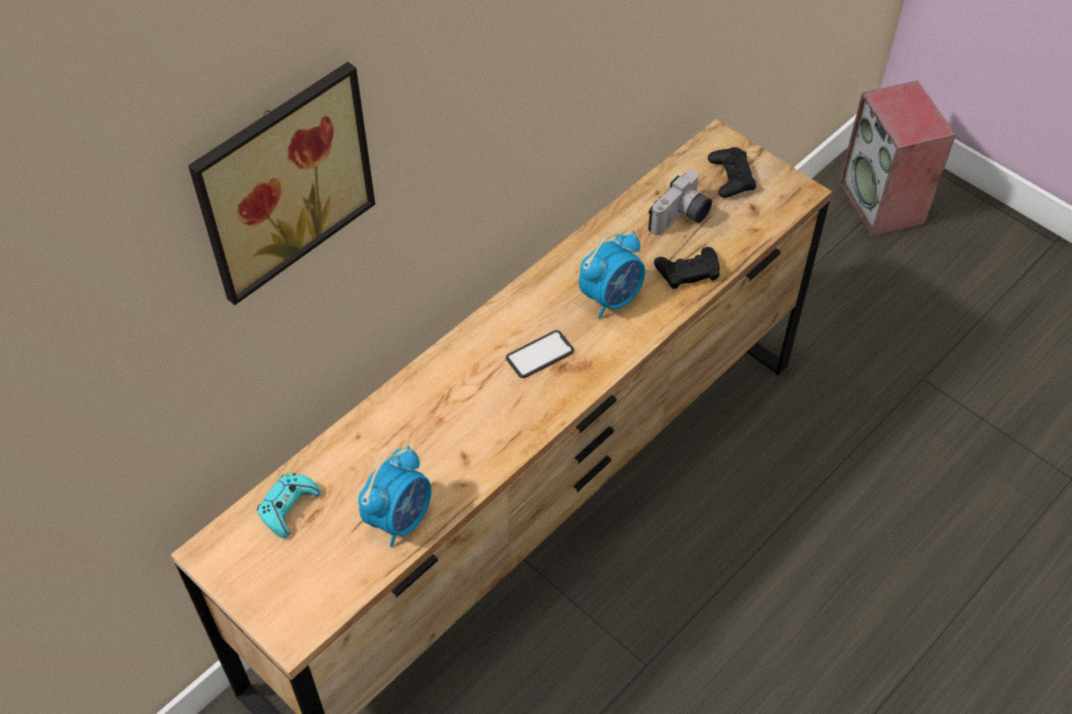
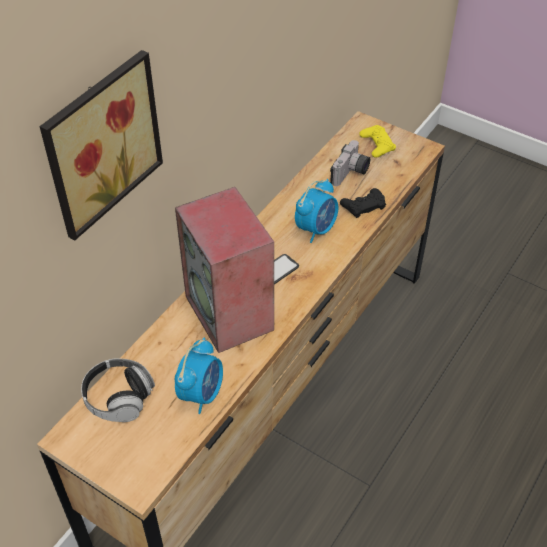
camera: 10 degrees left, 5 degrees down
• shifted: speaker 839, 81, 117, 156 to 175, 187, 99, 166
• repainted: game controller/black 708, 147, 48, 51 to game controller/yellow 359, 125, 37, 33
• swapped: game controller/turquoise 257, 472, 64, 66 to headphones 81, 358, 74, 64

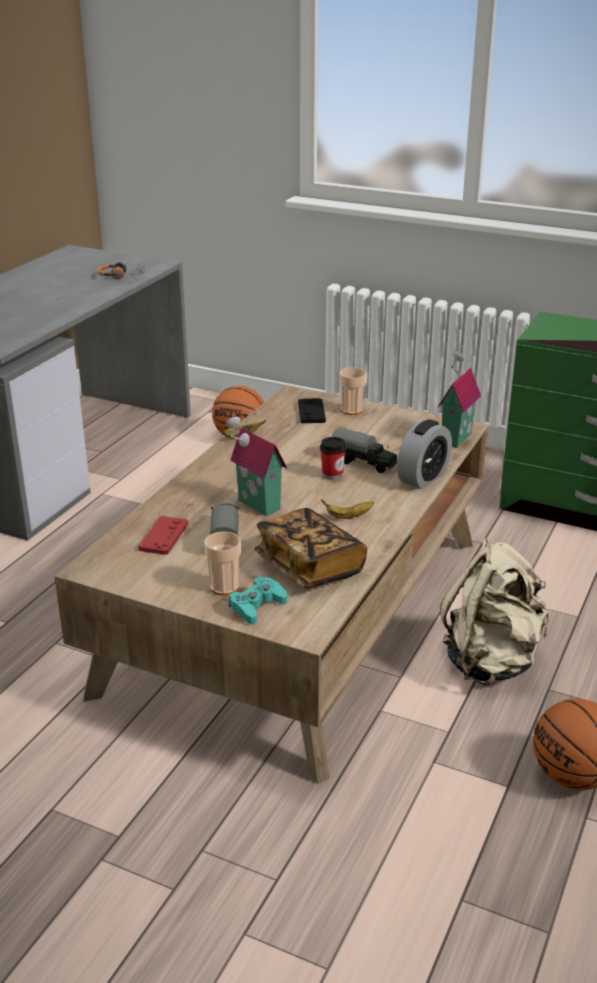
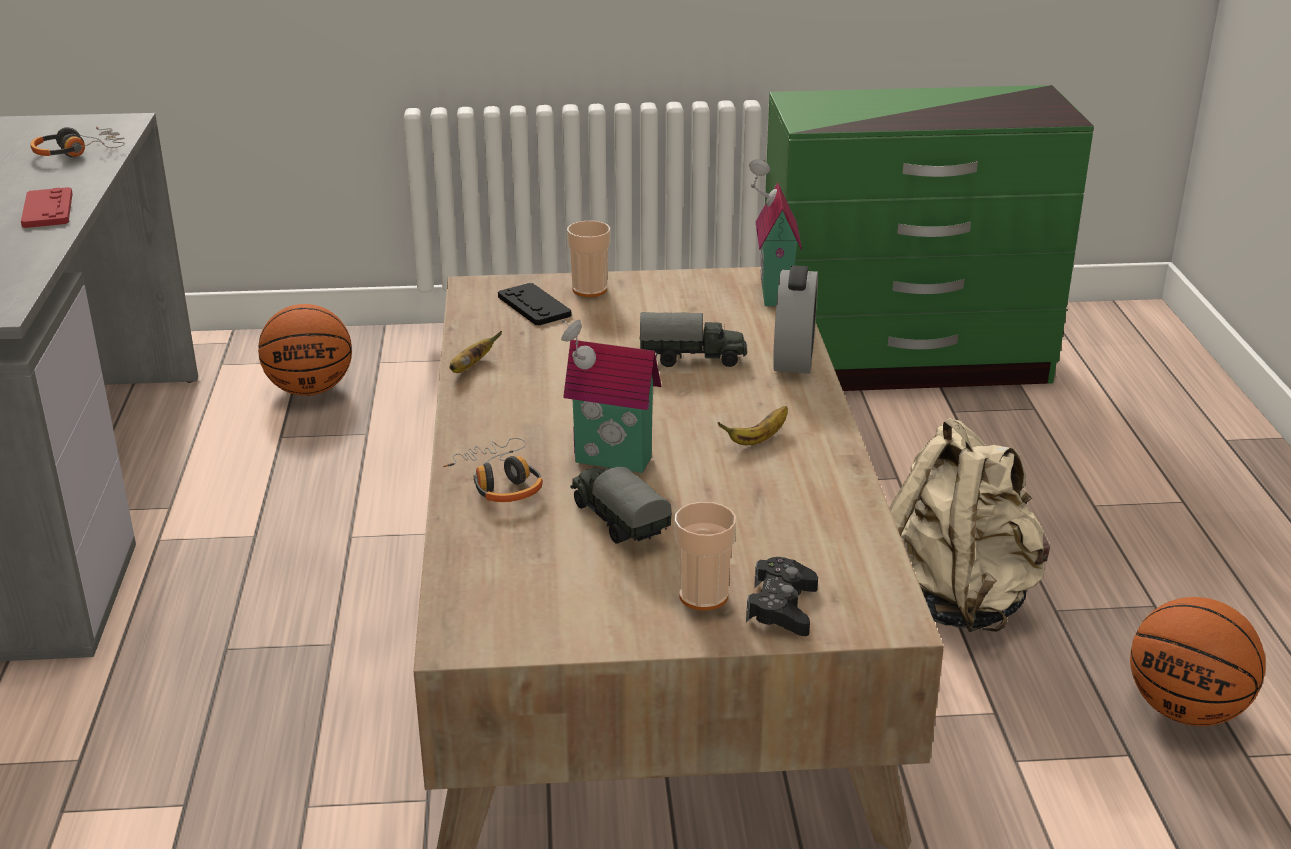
camera: 30 degrees left, 0 degrees up
• gone: cup 320, 437, 26, 43
• gone: book 255, 508, 112, 81
• shifted: game controller/red 138, 516, 50, 39 to 21, 187, 52, 41
• repainted: game controller/turquoise 229, 577, 58, 48 to game controller/black 746, 557, 72, 79
• new: headphones 443, 438, 100, 64

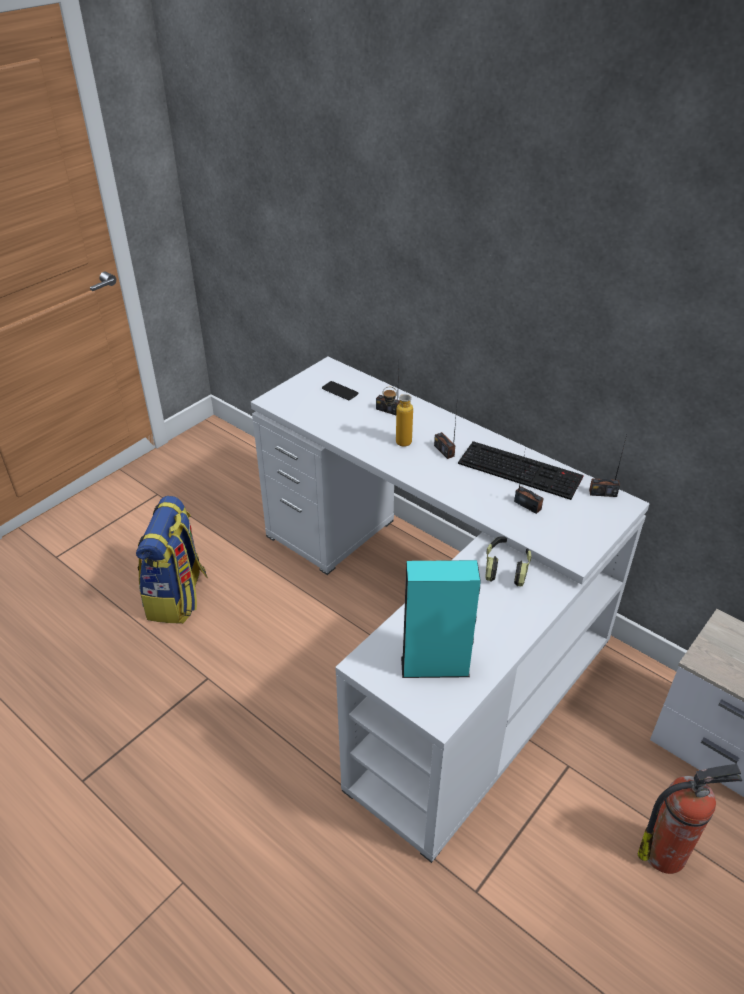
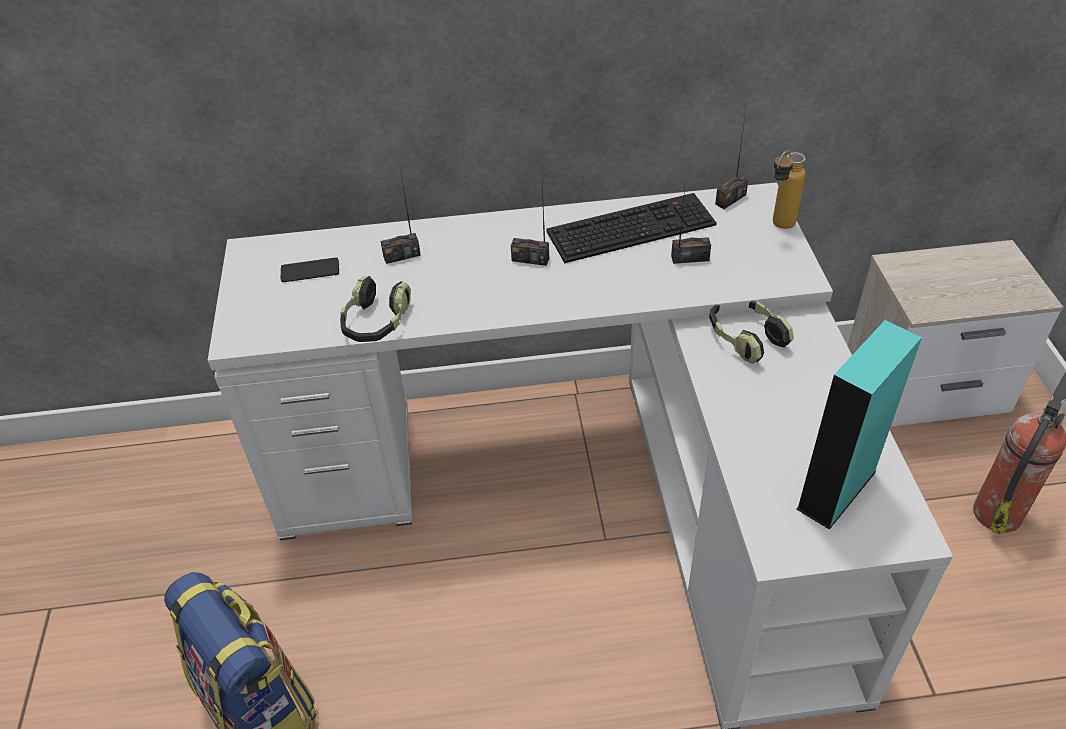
camera: 45 degrees left, 5 degrees up
• shifted: bottle 382, 387, 31, 60 to 773, 150, 33, 79
• new: headphones 340, 276, 71, 66

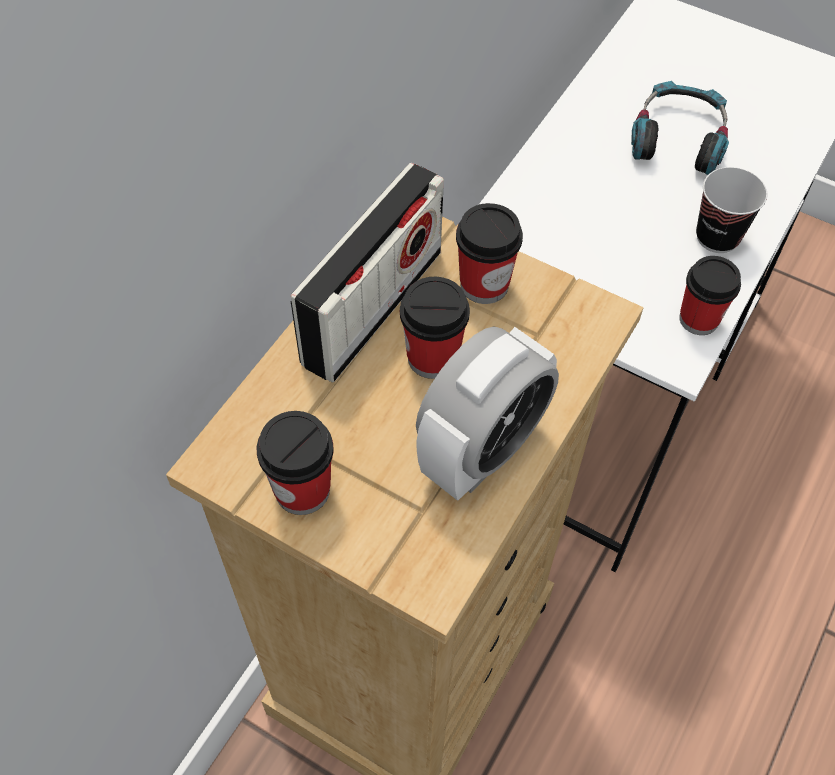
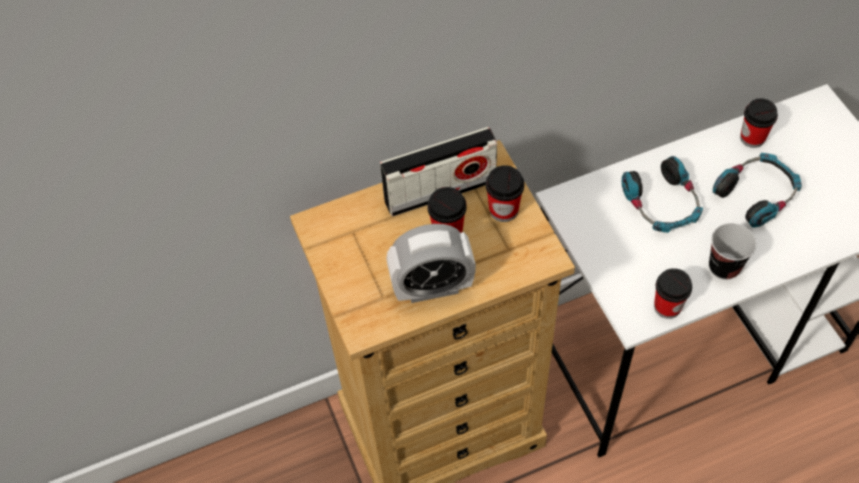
camera: 40 degrees right, 0 degrees up
• shifted: cup 257, 411, 77, 104 to 740, 98, 38, 50
• new: headphones 622, 156, 81, 77

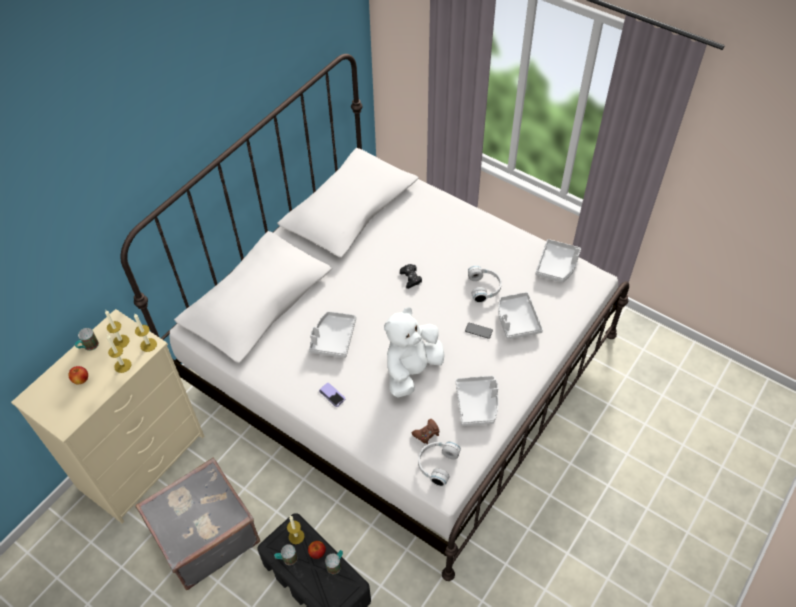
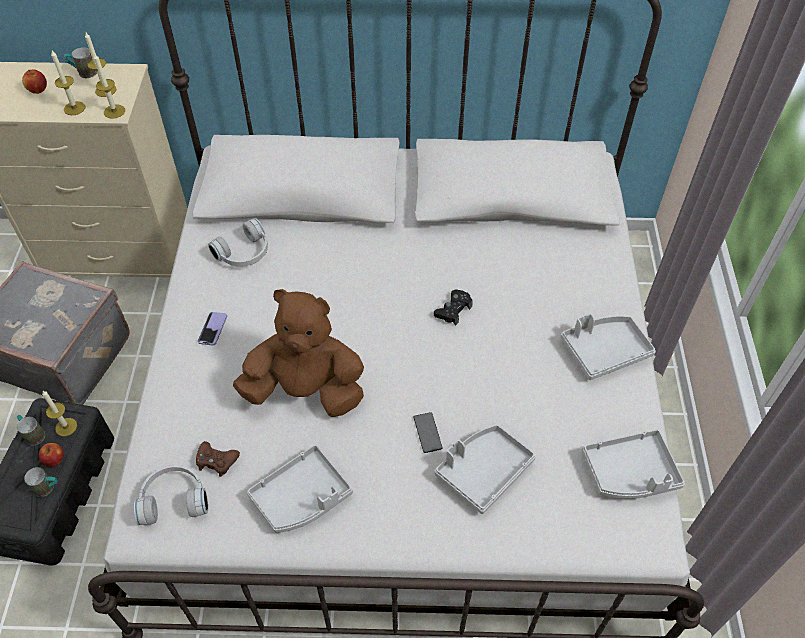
camera: 55 degrees right, 0 degrees up
• shifted: headphones/white 468, 265, 34, 38 to 208, 218, 60, 49
• repainted: plush toy/white 384, 307, 61, 91 to plush toy/brown 233, 289, 131, 128
• shifted: tray/grey 309, 311, 47, 47 to 561, 313, 95, 67

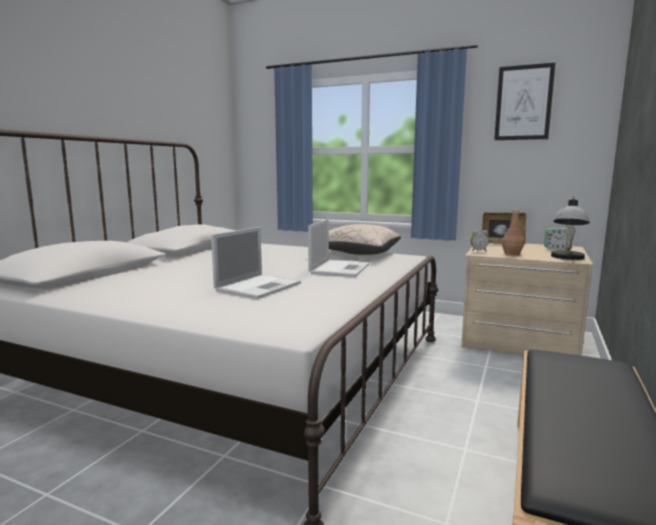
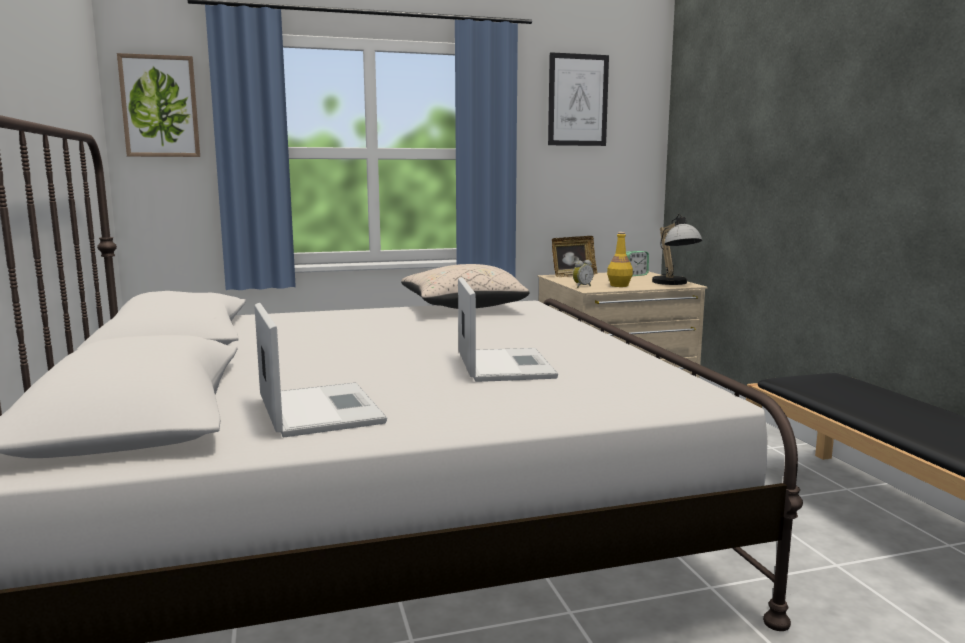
camera: 40 degrees left, 0 degrees up
• repainted: bottle/brown 502, 210, 22, 45 to bottle/yellow 607, 232, 26, 55
• shifted: laptop 308, 219, 61, 58 to 254, 303, 133, 134
• new: picture 117, 53, 83, 104

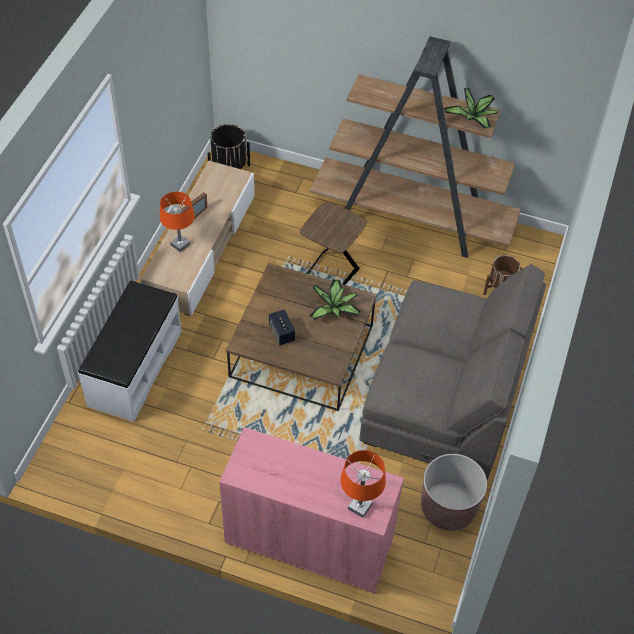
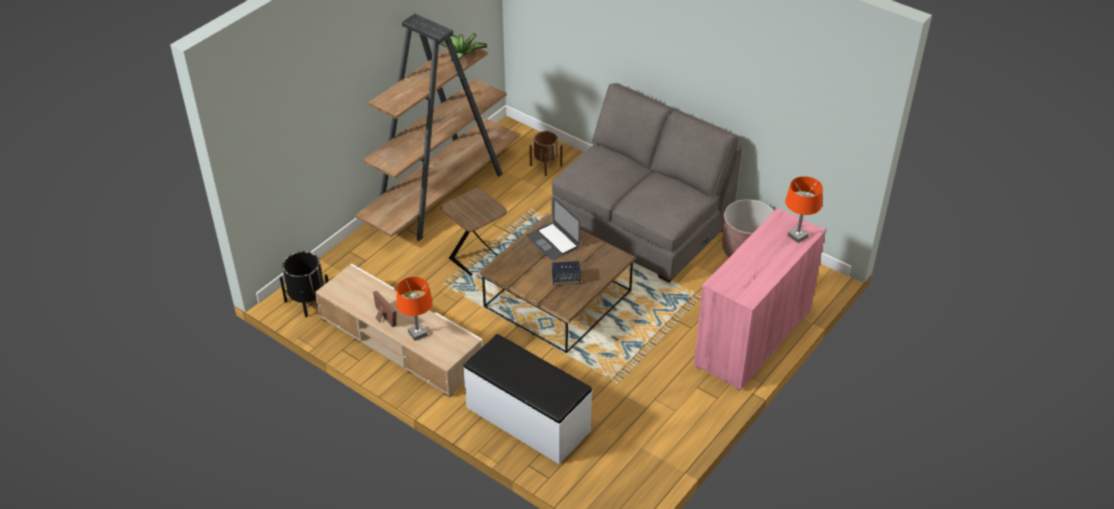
camera: 70 degrees left, 10 degrees down
• swapped: potted plant 309, 280, 52, 40 to laptop 526, 197, 54, 63

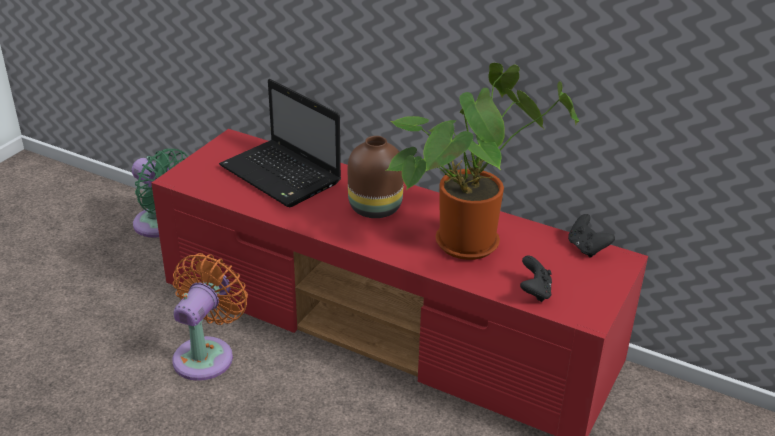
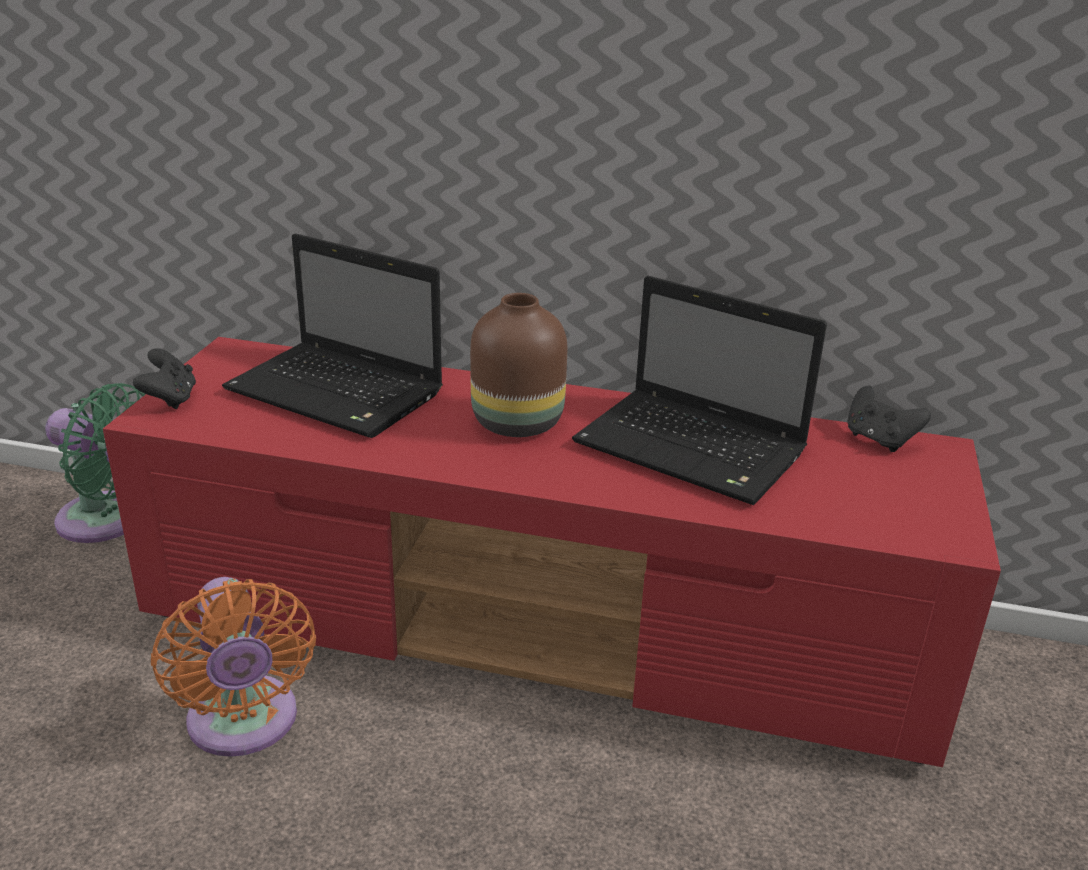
camera: 15 degrees left, 5 degrees down
• swapped: potted plant 385, 63, 194, 197 to laptop 572, 276, 255, 229
• rotated: fan/orange 172, 253, 76, 128 = 151, 577, 165, 180 150 degrees clockwise
• shifted: game controller/black 520, 255, 32, 47 to 133, 348, 63, 61

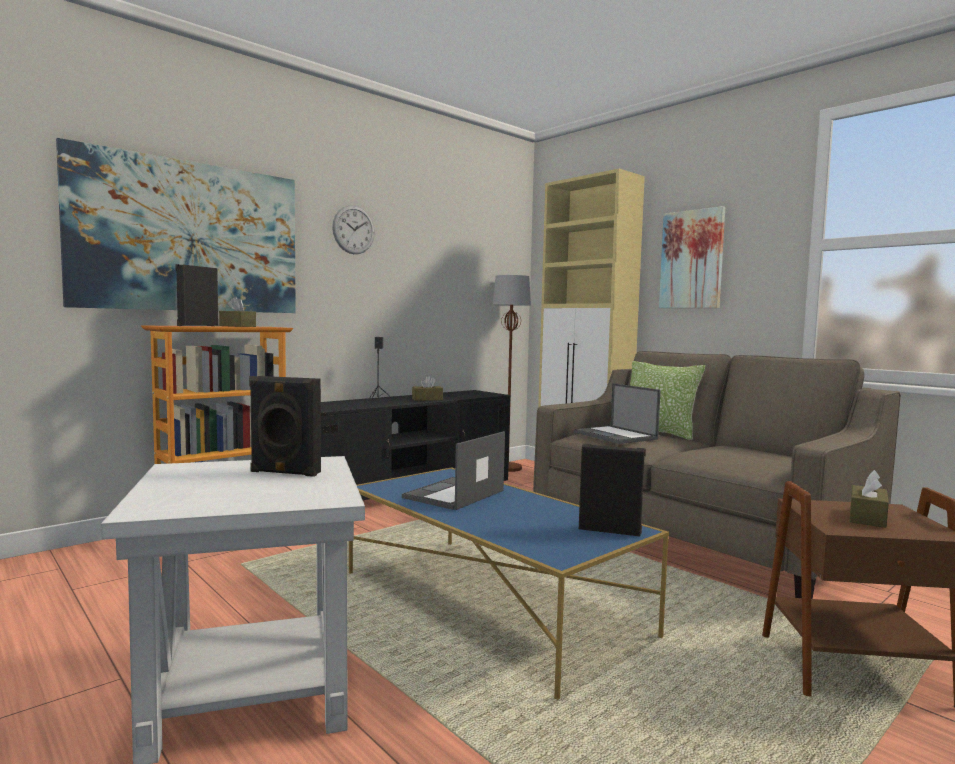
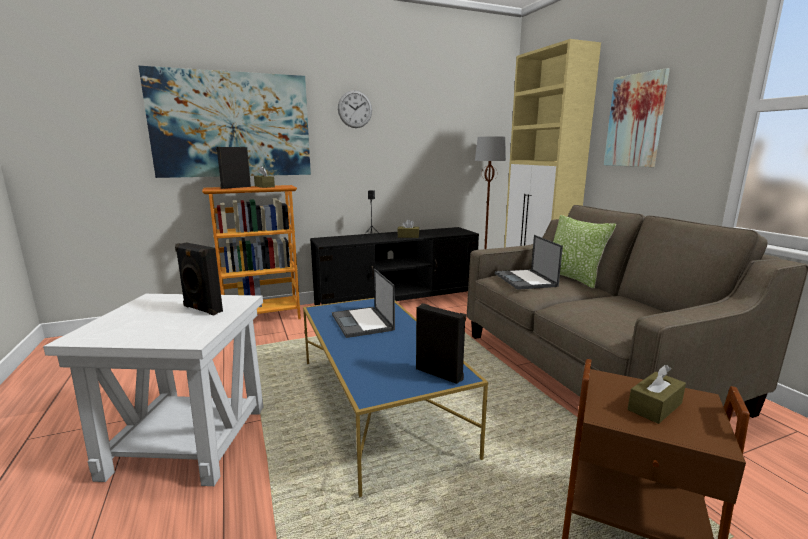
camera: 20 degrees right, 10 degrees up
• rotated: laptop 402, 431, 103, 79 = 332, 269, 63, 69 75 degrees counterclockwise

